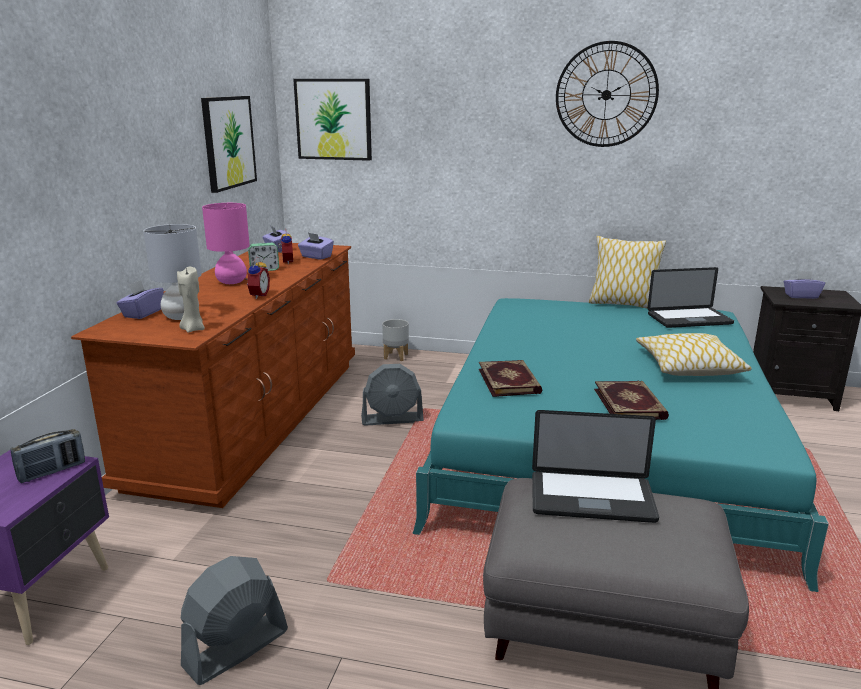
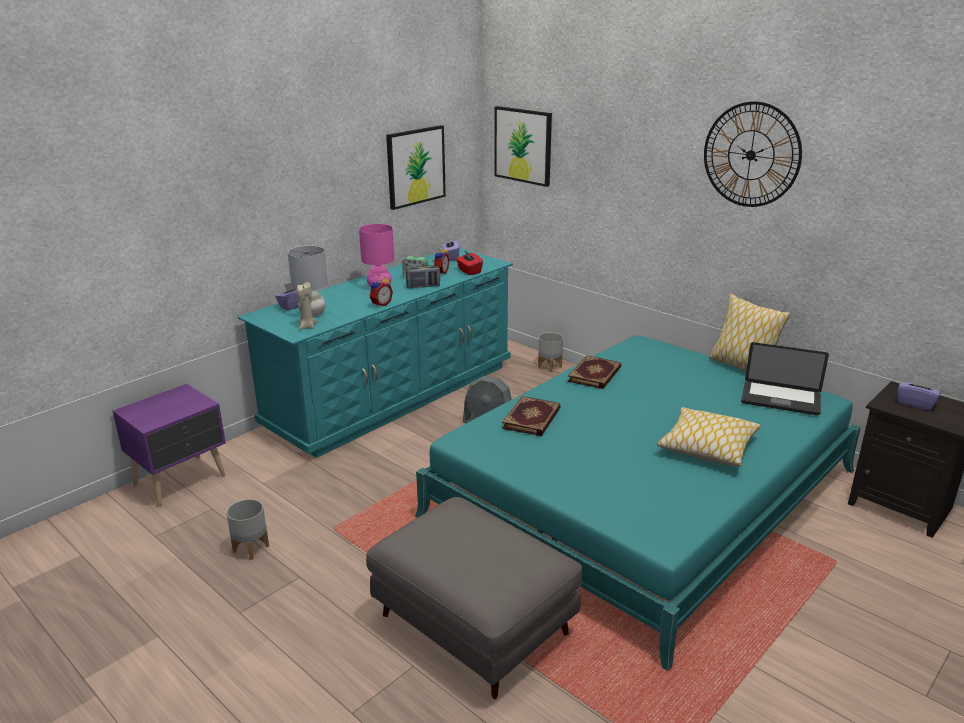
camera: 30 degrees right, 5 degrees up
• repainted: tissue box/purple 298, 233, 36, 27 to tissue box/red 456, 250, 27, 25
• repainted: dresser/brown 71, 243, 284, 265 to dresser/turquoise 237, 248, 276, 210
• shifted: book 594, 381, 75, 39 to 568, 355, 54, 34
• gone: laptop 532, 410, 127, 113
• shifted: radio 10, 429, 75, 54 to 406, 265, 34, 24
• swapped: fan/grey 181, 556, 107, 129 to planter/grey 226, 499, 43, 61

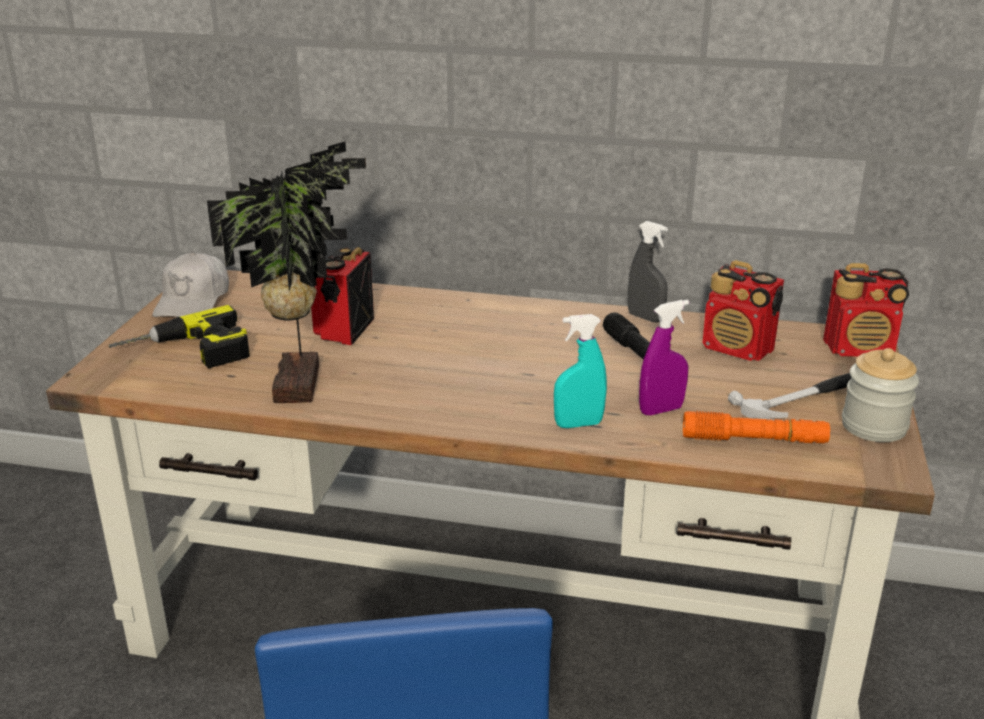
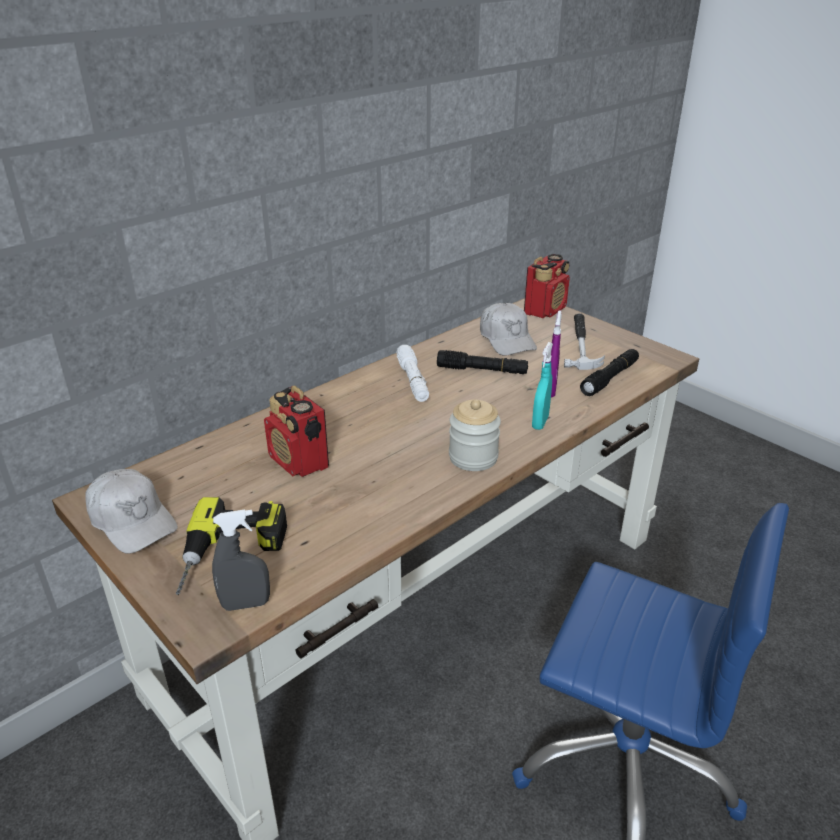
camera: 55 degrees left, 5 degrees up
• gone: potted plant 207, 142, 159, 261
• shifted: spray bottle/grey 628, 221, 40, 101 to 212, 509, 58, 102
• swapped: radio 703, 260, 81, 101 to cap/white 480, 303, 57, 53
• shifted: jar 842, 348, 77, 94 to 449, 399, 52, 72
• repainted: flashlight/orange 683, 411, 147, 32 to flashlight/black 580, 349, 59, 47
• new: flashlight/white 396, 345, 33, 57

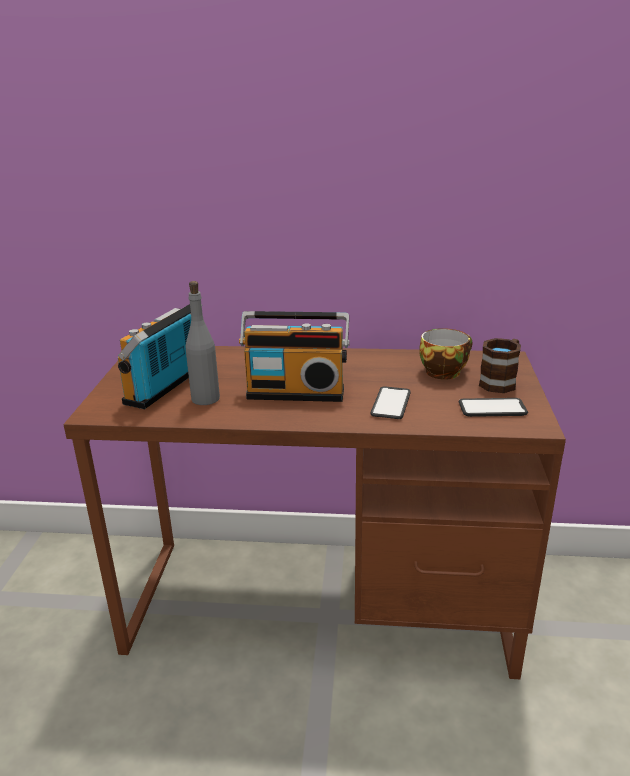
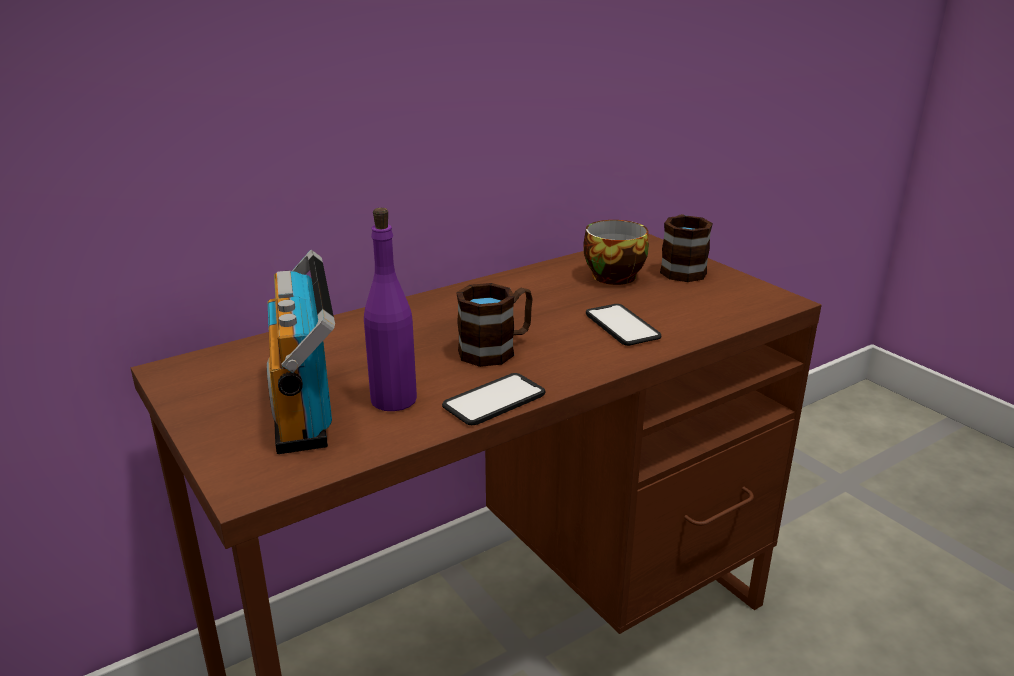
camera: 40 degrees left, 0 degrees up
• repainted: bottle/grey 186, 281, 34, 124 to bottle/purple 364, 208, 53, 203
• swapped: radio 239, 311, 111, 91 to mug/brown 456, 283, 77, 84
• shifted: phone 459, 398, 69, 19 to 442, 373, 103, 52

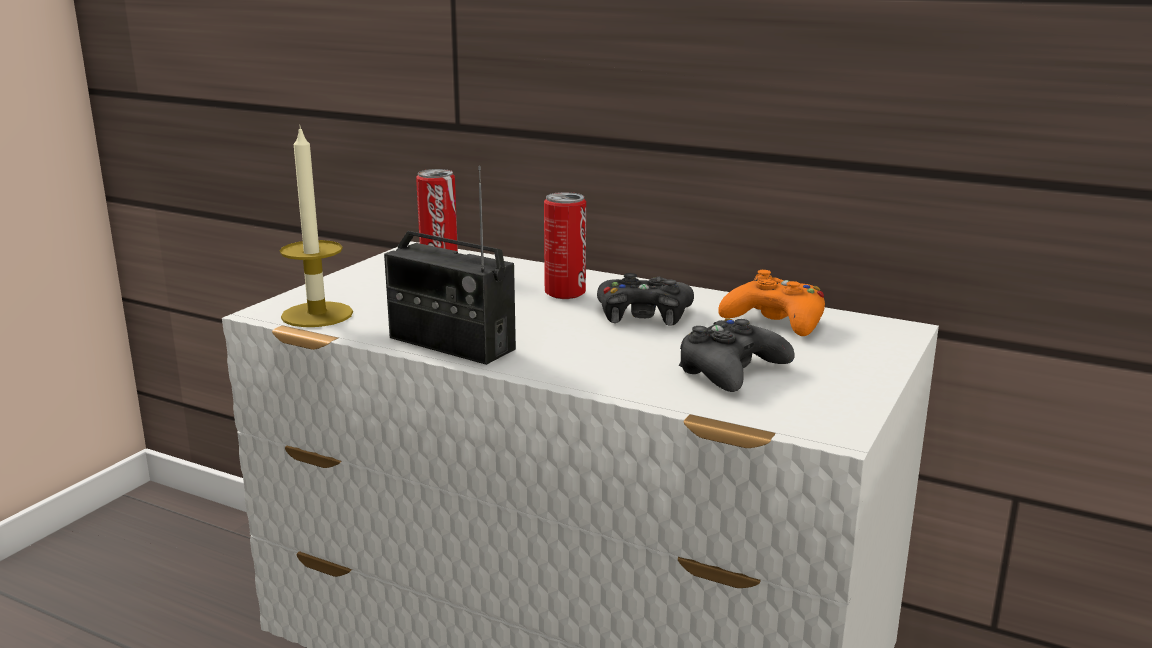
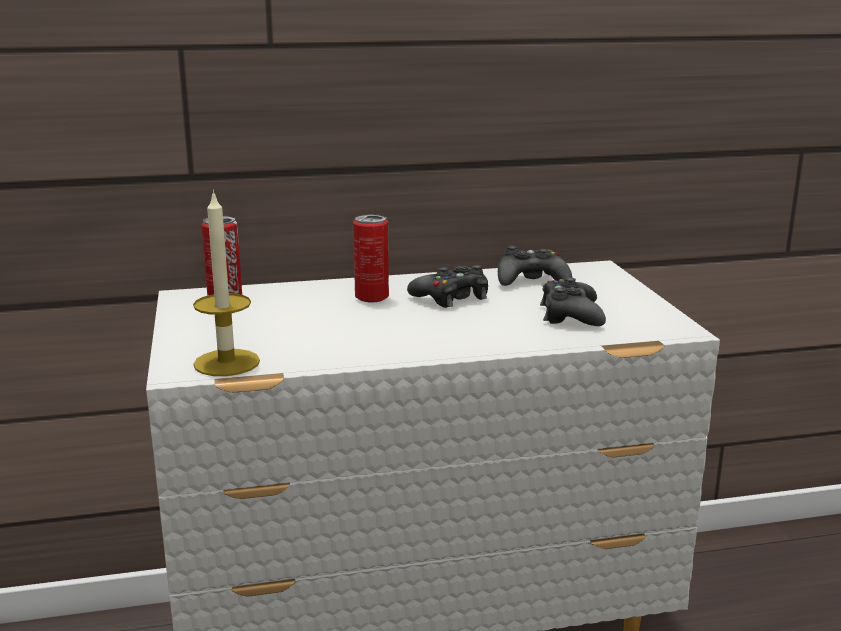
camera: 40 degrees left, 0 degrees up
• gone: radio 384, 166, 132, 199
• repainted: game controller/orange 718, 270, 107, 66 to game controller/black 498, 246, 74, 40

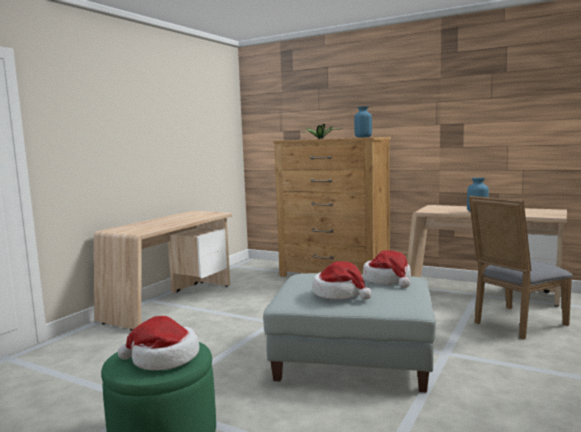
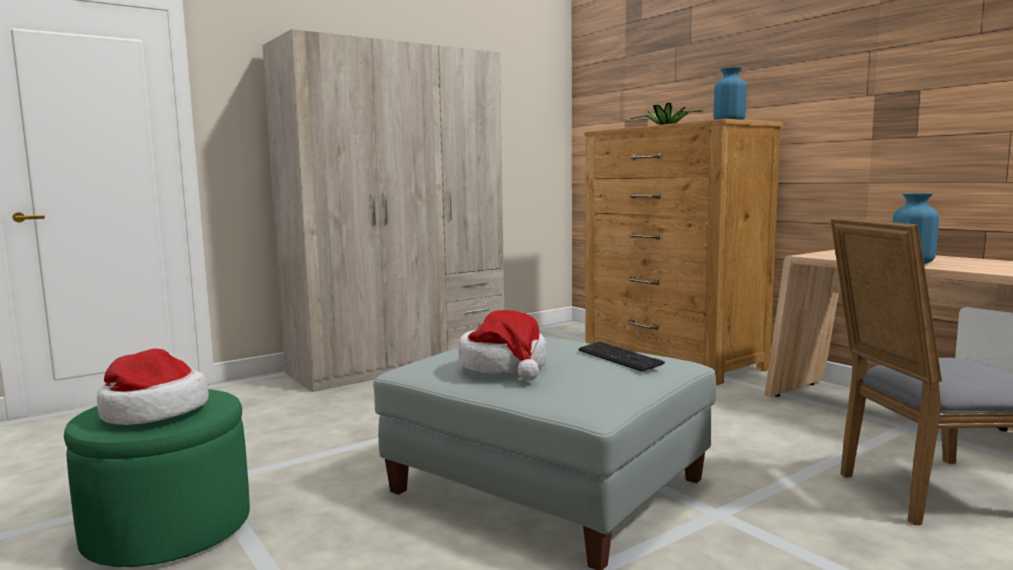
camera: 25 degrees right, 0 degrees up
• swapped: desk/beige 94, 211, 138, 120 to wardrobe/beige 263, 29, 241, 363
• swapped: hat 363, 250, 48, 38 to keyboard 578, 341, 87, 31

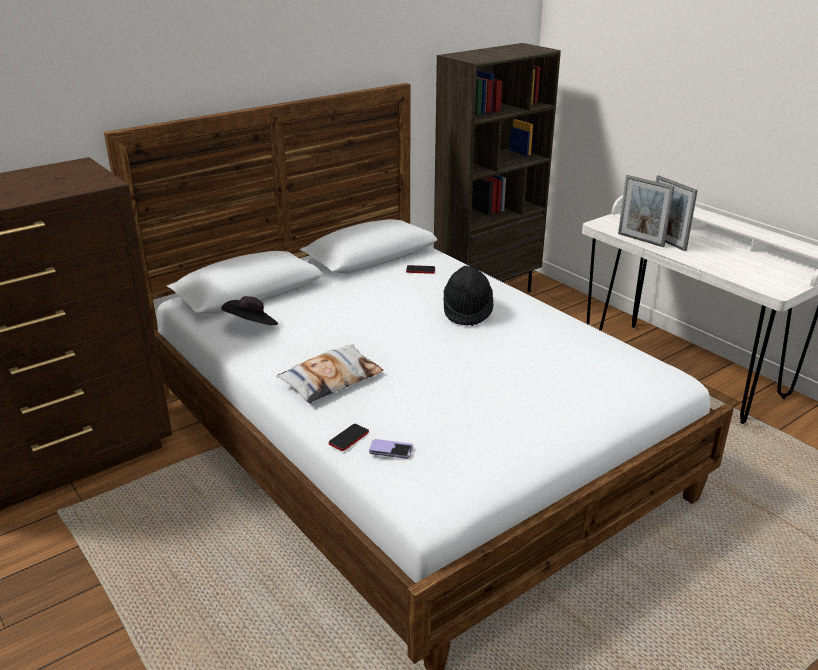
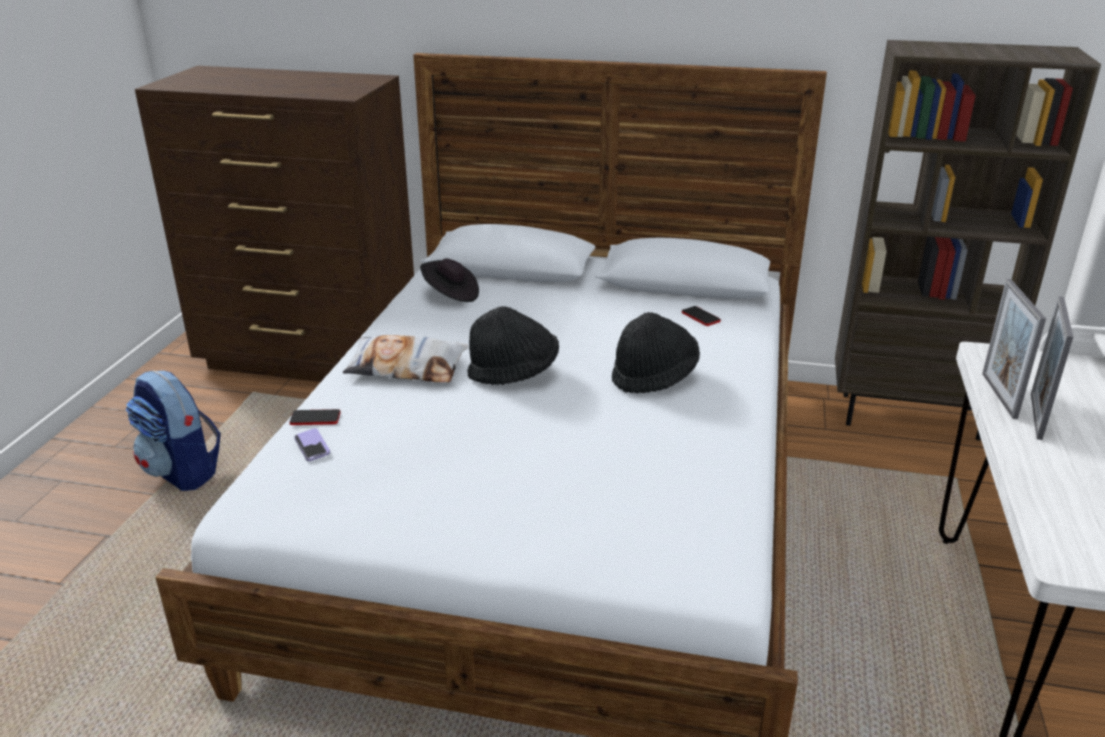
camera: 50 degrees right, 0 degrees up
• new: hat/black 467, 306, 92, 79
• new: backpack 126, 370, 95, 121

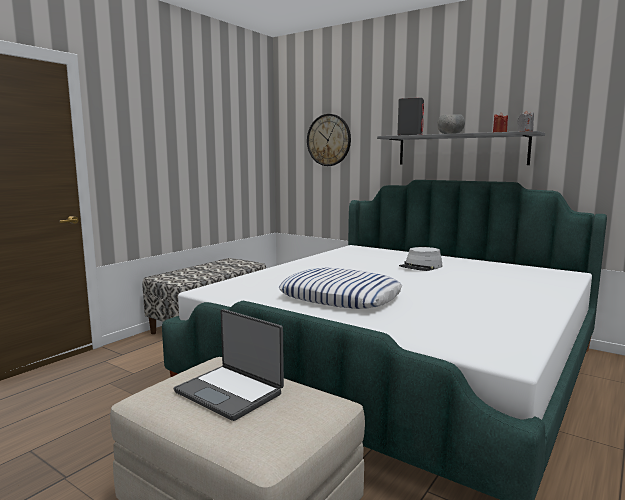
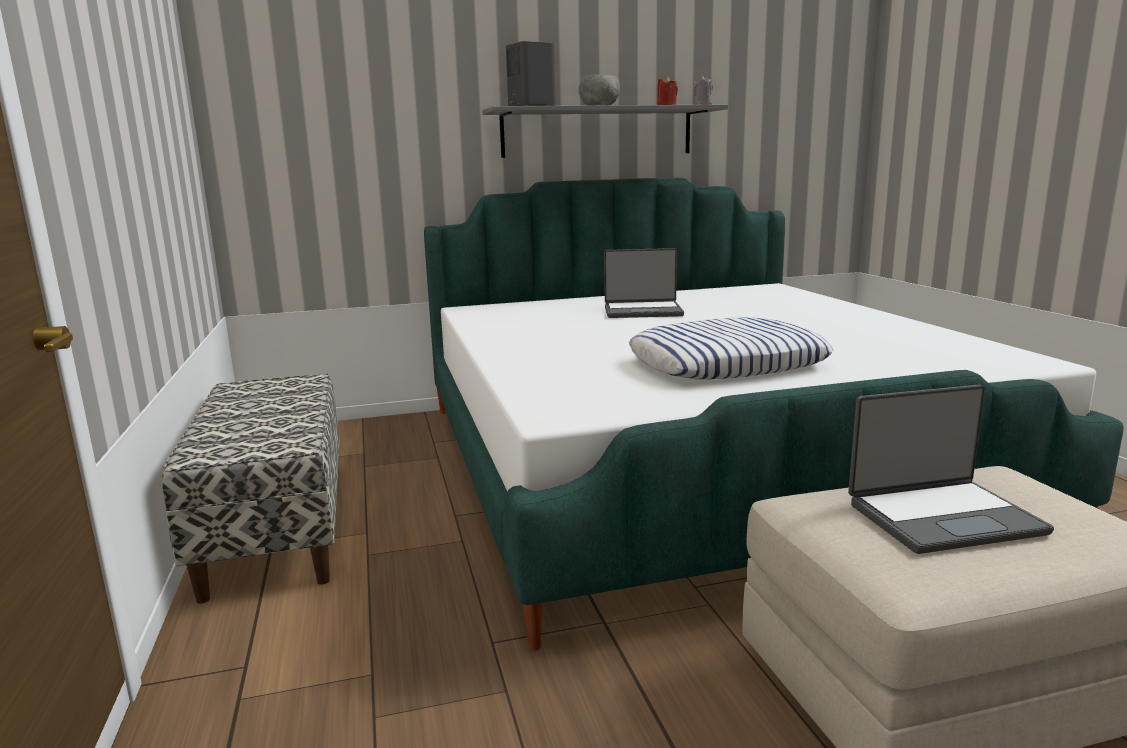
camera: 50 degrees left, 5 degrees up
• gone: wall clock 307, 114, 44, 52
• swapped: hat/grey 399, 247, 43, 24 to laptop 604, 248, 80, 70

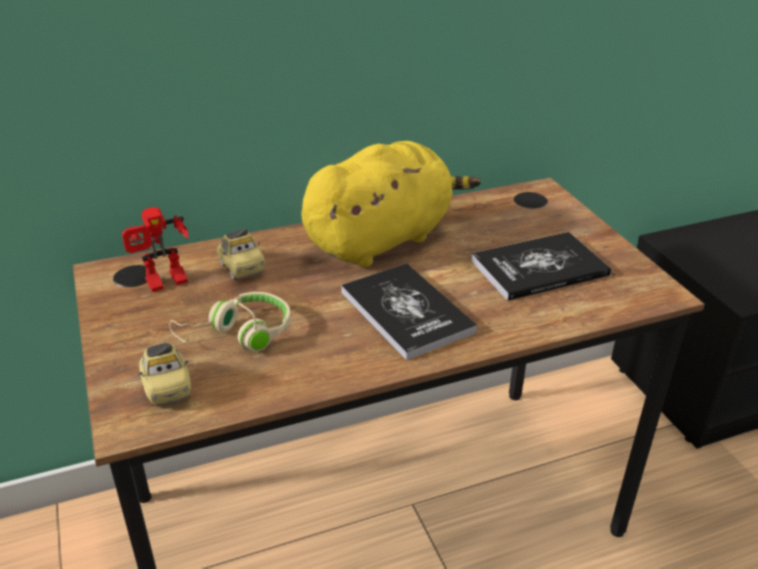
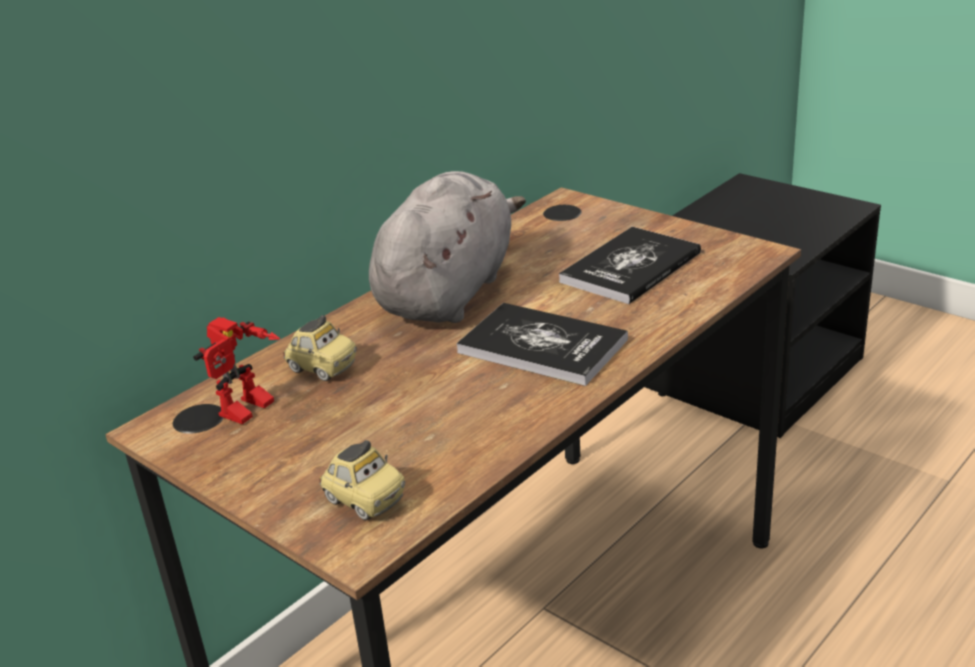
camera: 25 degrees left, 5 degrees down
• repainted: plush toy/yellow 302, 141, 179, 126 to plush toy/grey 369, 171, 157, 152
• gone: headphones/beige 169, 292, 122, 60

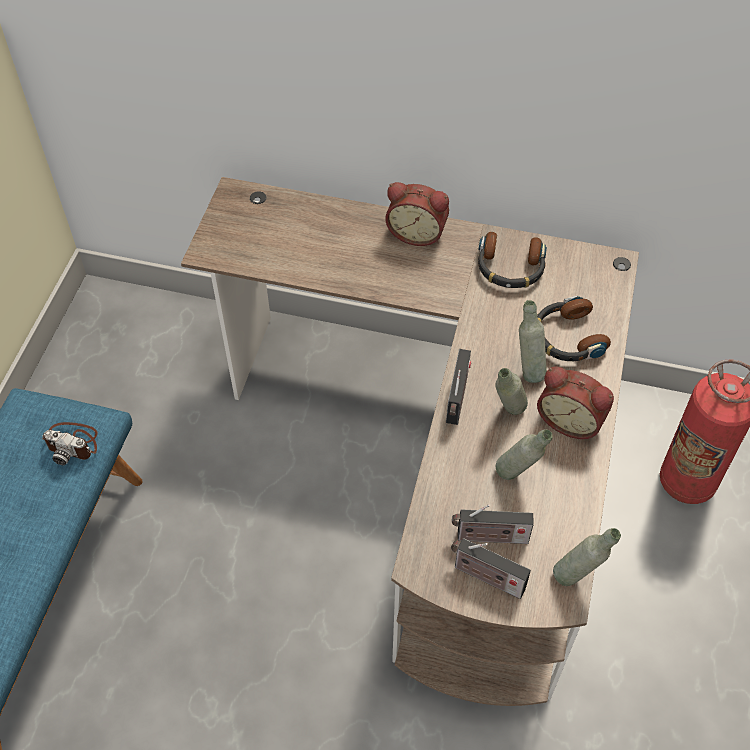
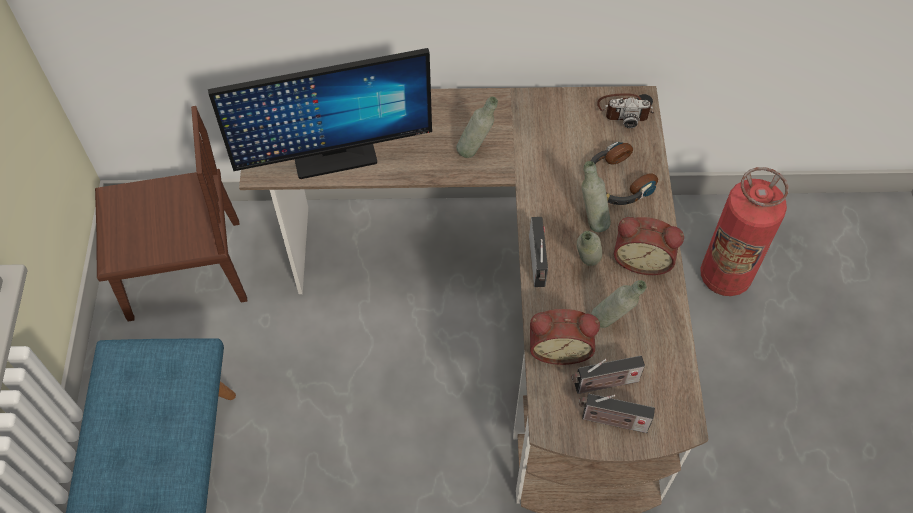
camera: 15 degrees left, 5 degrees up
• shifted: alarm clock 385, 182, 64, 64 to 530, 309, 70, 56
• gone: headphones 478, 232, 69, 56
• shifted: photo camera 42, 422, 56, 43 to 597, 93, 57, 35
• shifted: bottle/grey 553, 528, 68, 58 to 456, 96, 42, 62
• new: monitor 208, 48, 224, 131
• new: chair/brown 95, 106, 152, 216

